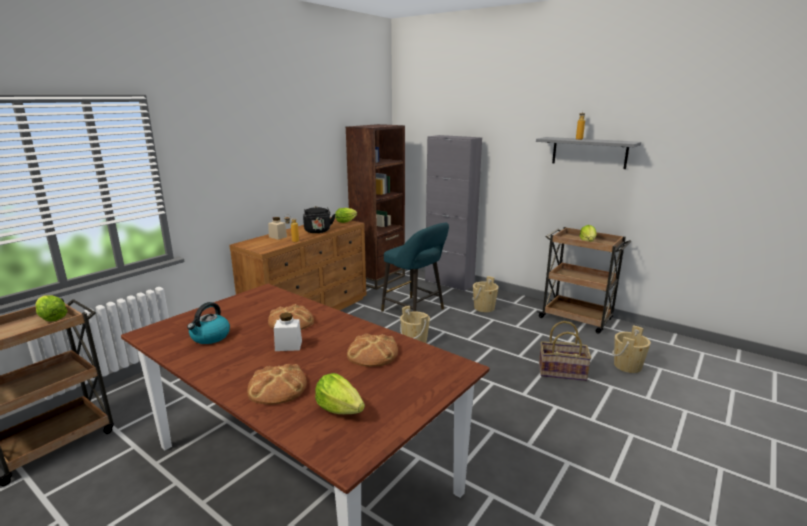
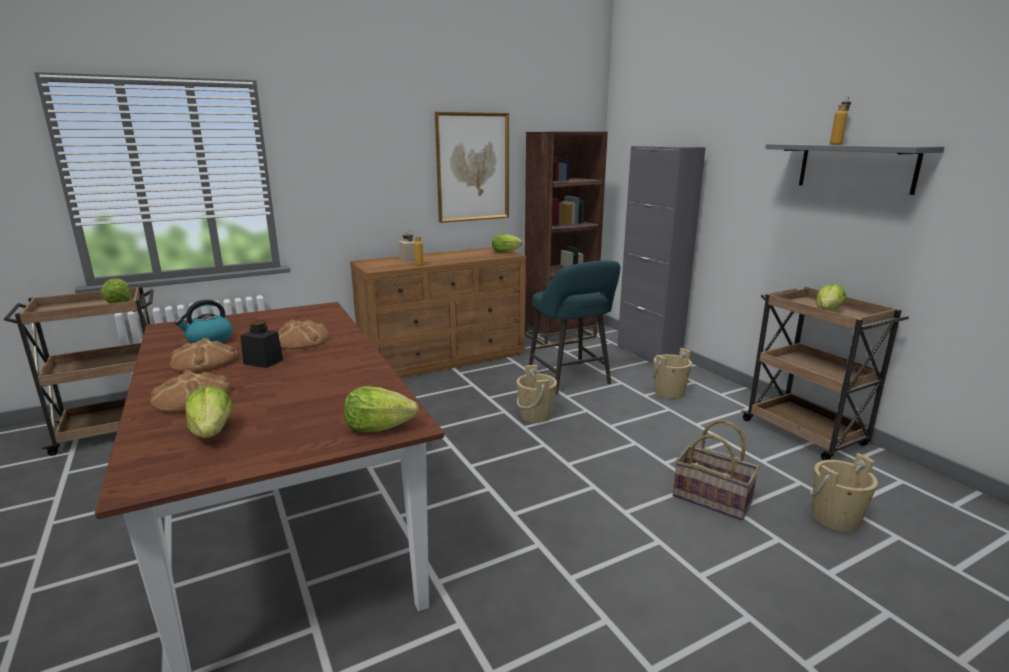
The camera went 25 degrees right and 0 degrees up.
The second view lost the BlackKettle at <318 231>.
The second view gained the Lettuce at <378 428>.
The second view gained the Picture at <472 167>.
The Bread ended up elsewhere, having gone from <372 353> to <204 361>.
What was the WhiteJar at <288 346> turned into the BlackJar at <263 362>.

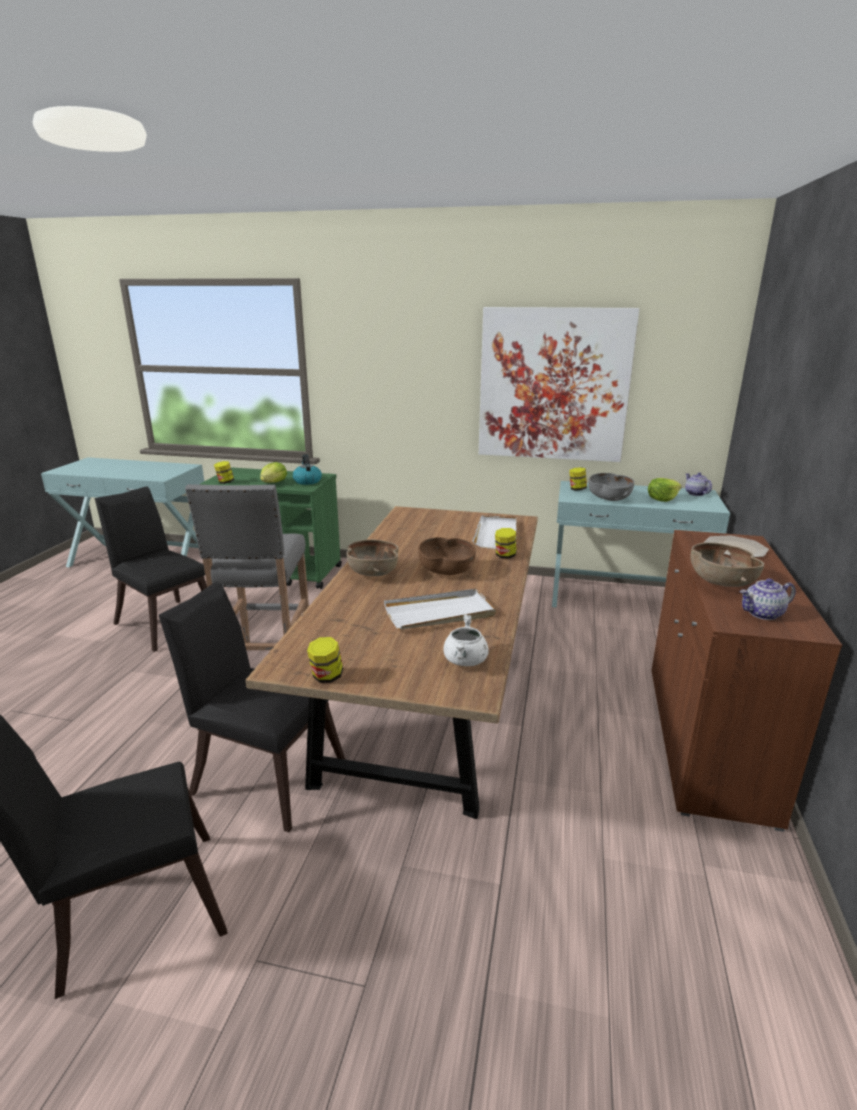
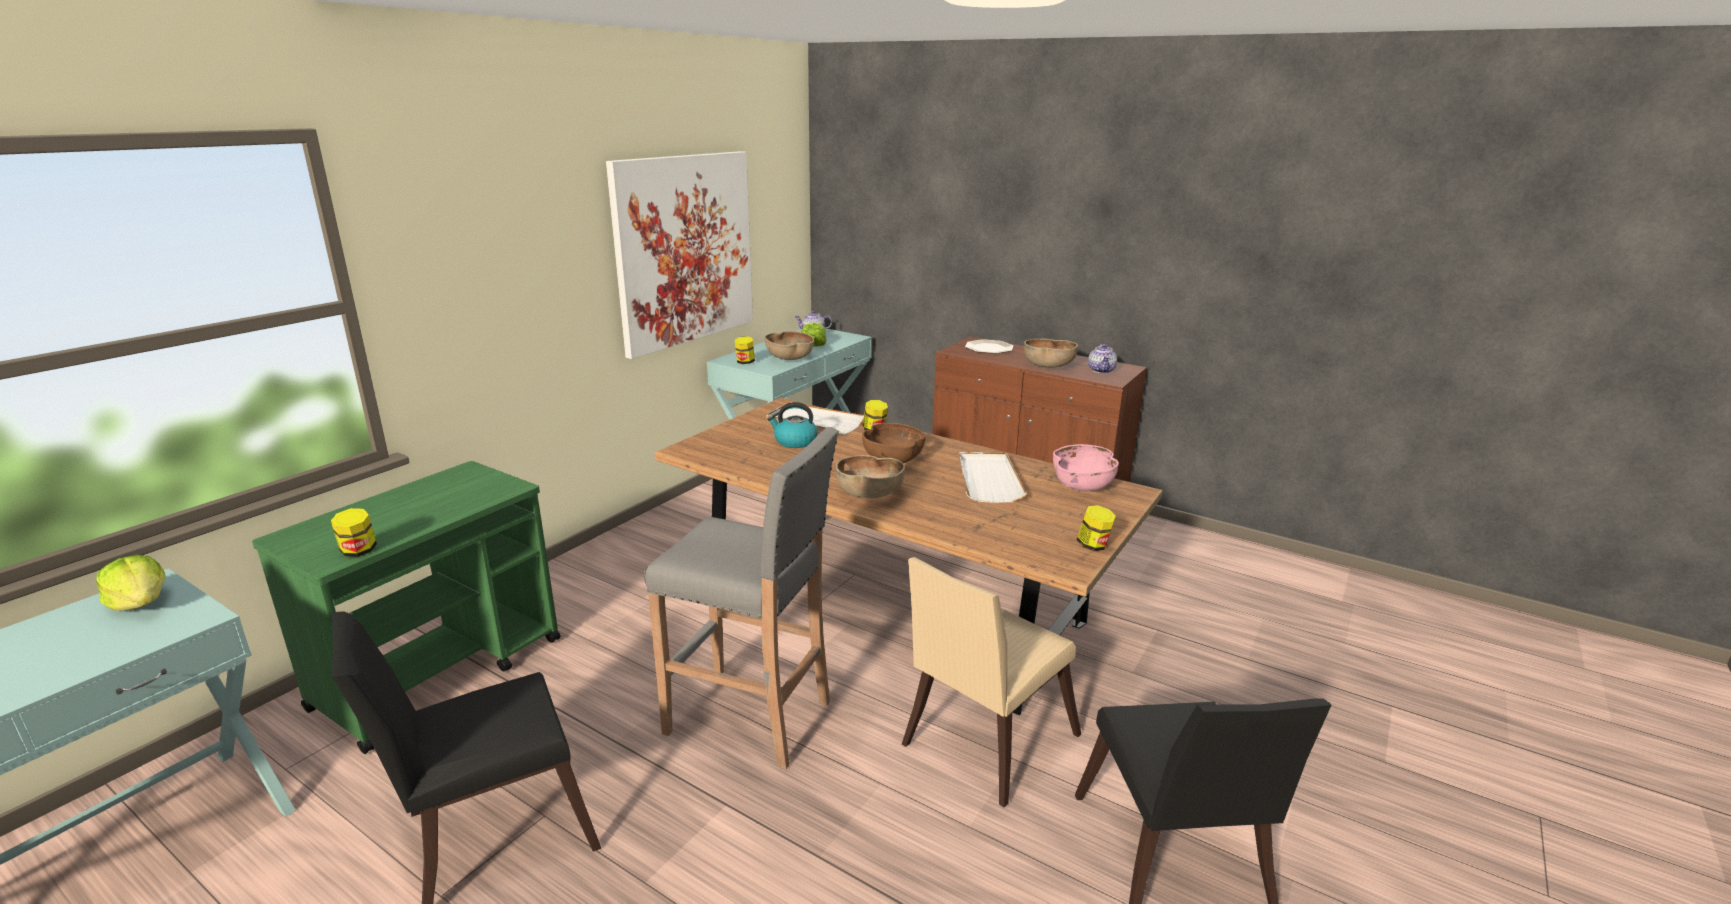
The camera went 70 degrees left and 0 degrees up.
The Lettuce ended up elsewhere, having gone from <274 483> to <141 603>.
The Kettle ended up elsewhere, having gone from <307 481> to <795 441>.
Where the WhiteCookingPot stood at <465 661>, the PinkBowl came to stand at <1082 485>.
What was the BlackChair at <263 773> turned into the BeigeChair at <982 744>.
What was the GreyBowl at <609 498> turned into the BrownBowl at <789 358>.

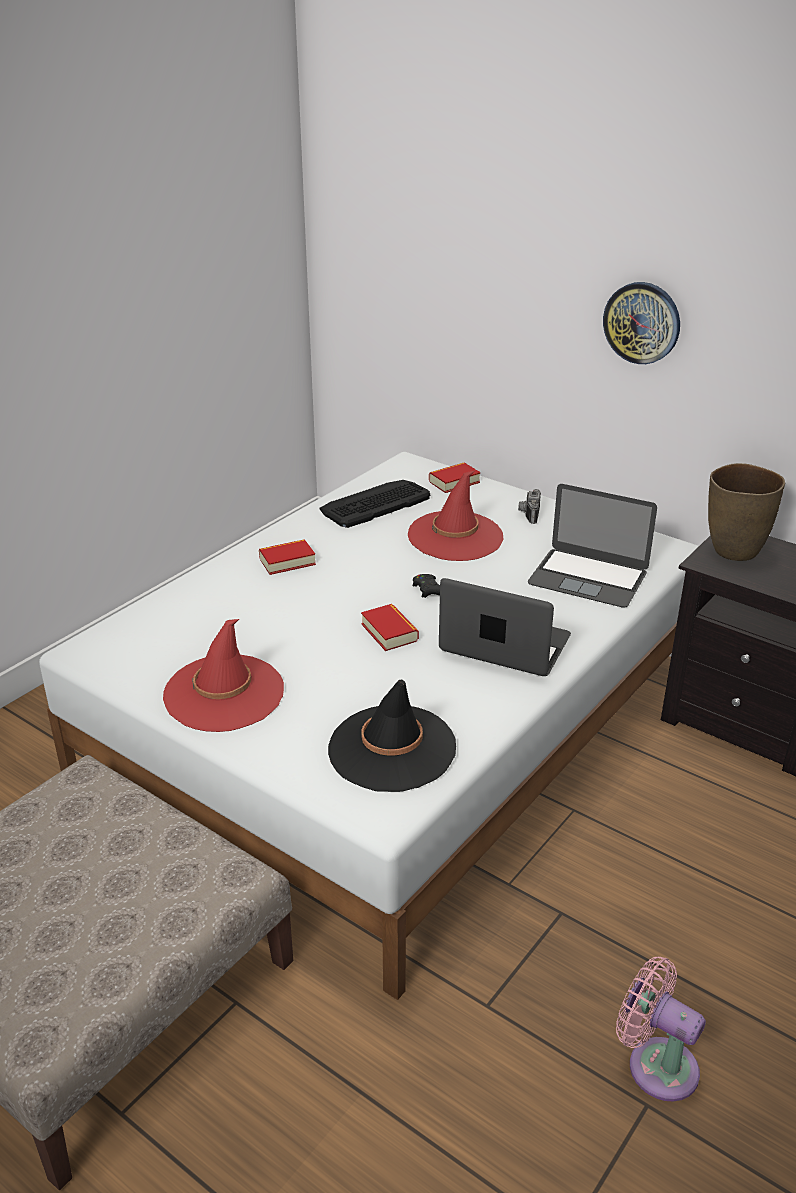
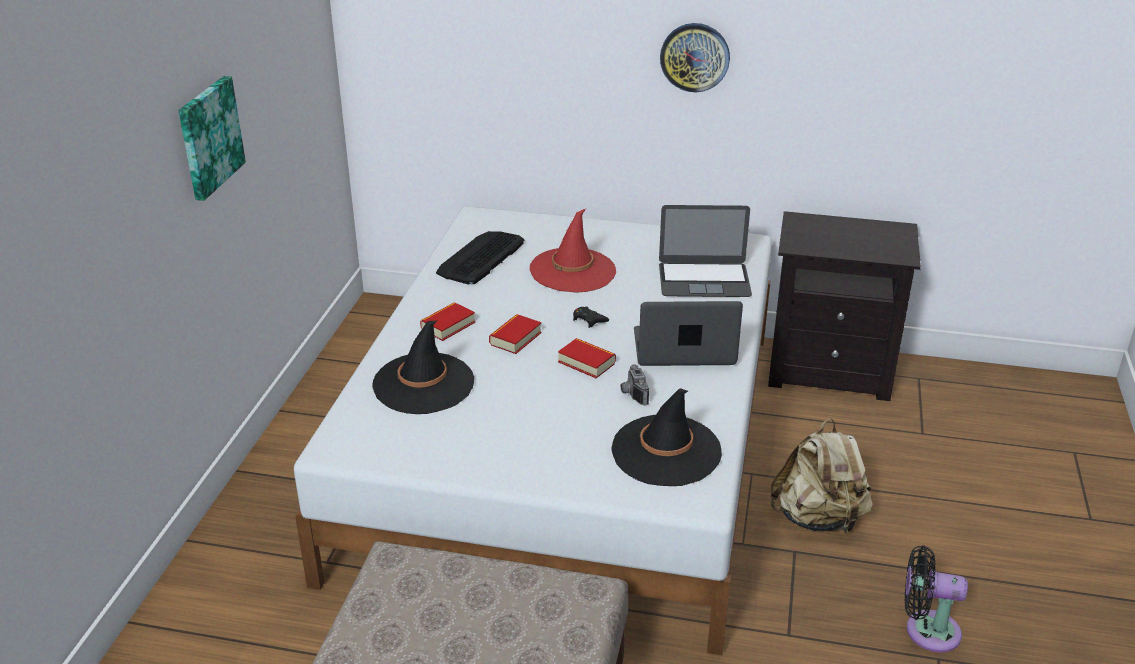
The camera went 25 degrees left and 0 degrees up.
The second view lost the RedHat at <224 693>.
The second view lost the BrownVase at <733 551>.
The second view gained the Picture at <209 137>.
The second view gained the BlackHat at <423 384>.
The second view gained the BeigeBackpack at <818 518>.
The Book ended up elsewhere, having gone from <454 482> to <515 338>.
The PhotoCamera ended up elsewhere, having gone from <528 514> to <632 394>.
What was the PinkFan at <656 1064> turned into the BlackFan at <926 630>.

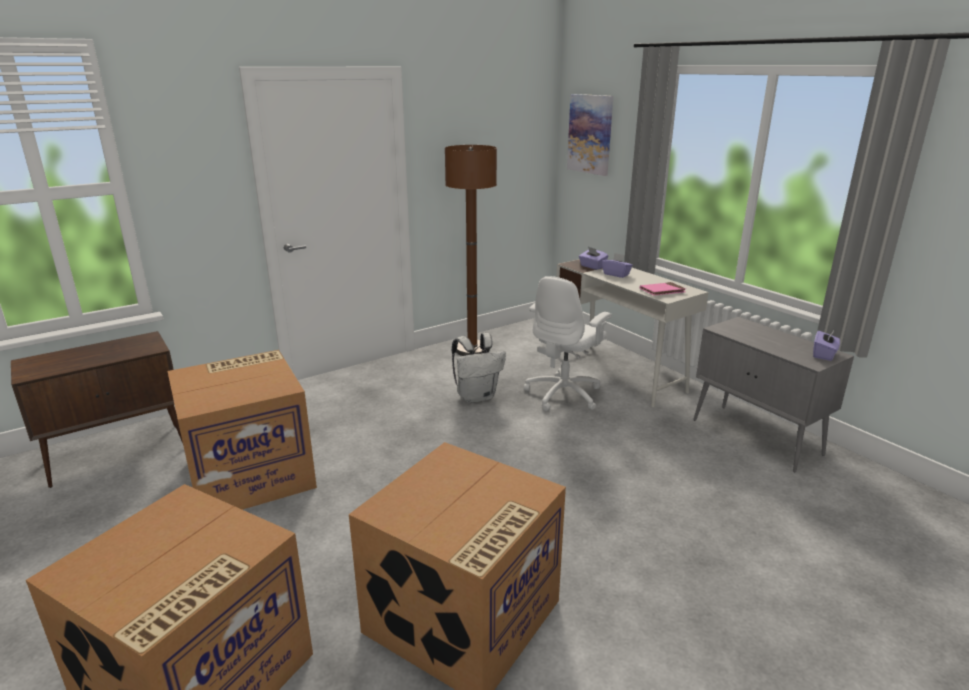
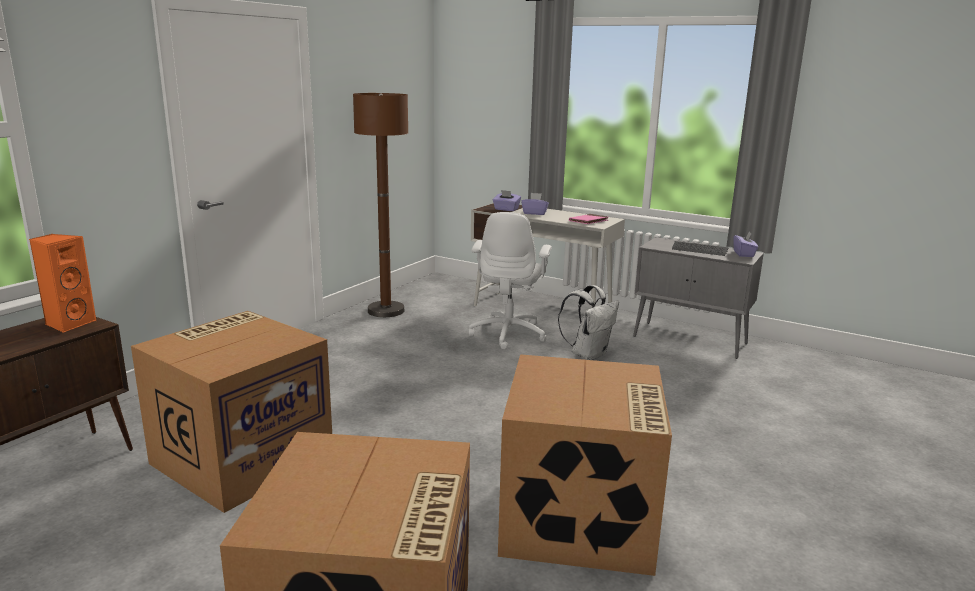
The camera went 25 degrees left and 5 degrees down.
The second view lost the Picture at <590 134>.
The second view gained the OrangeSpeaker at <69 324>.
The second view gained the Keyboard at <699 250>.
The WhiteBackpack ended up elsewhere, having gone from <477 396> to <588 354>.

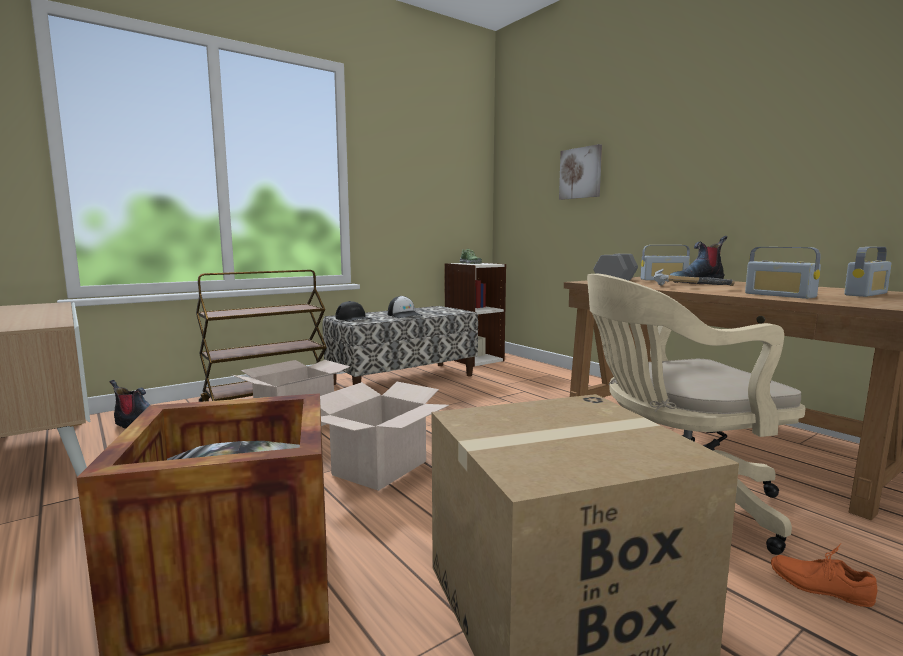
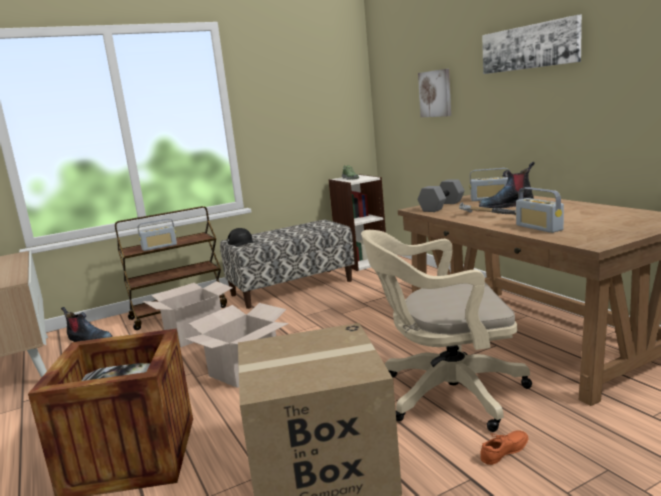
The camera went 10 degrees right and 5 degrees up.
The second view lost the Cap at <405 315>.
The second view gained the Picture at <529 47>.
The Radio ended up elsewhere, having gone from <866 294> to <159 247>.
The OrangeShoe at <819 586> ended up facing another way, 105 degrees clockwise from before.

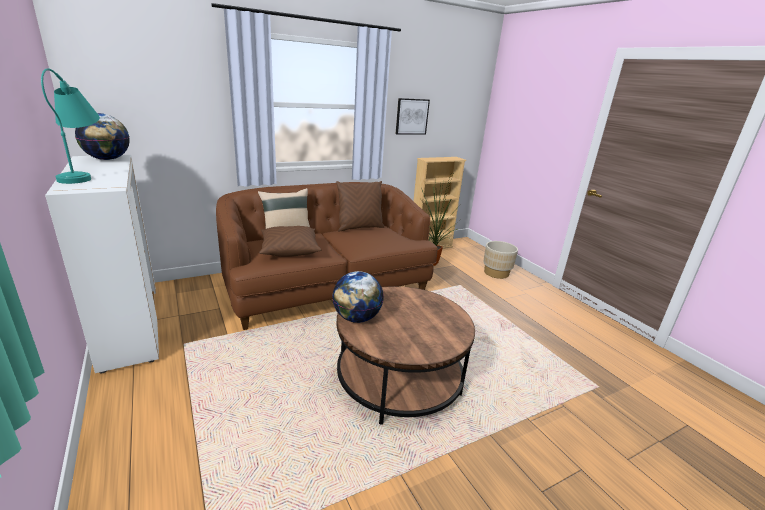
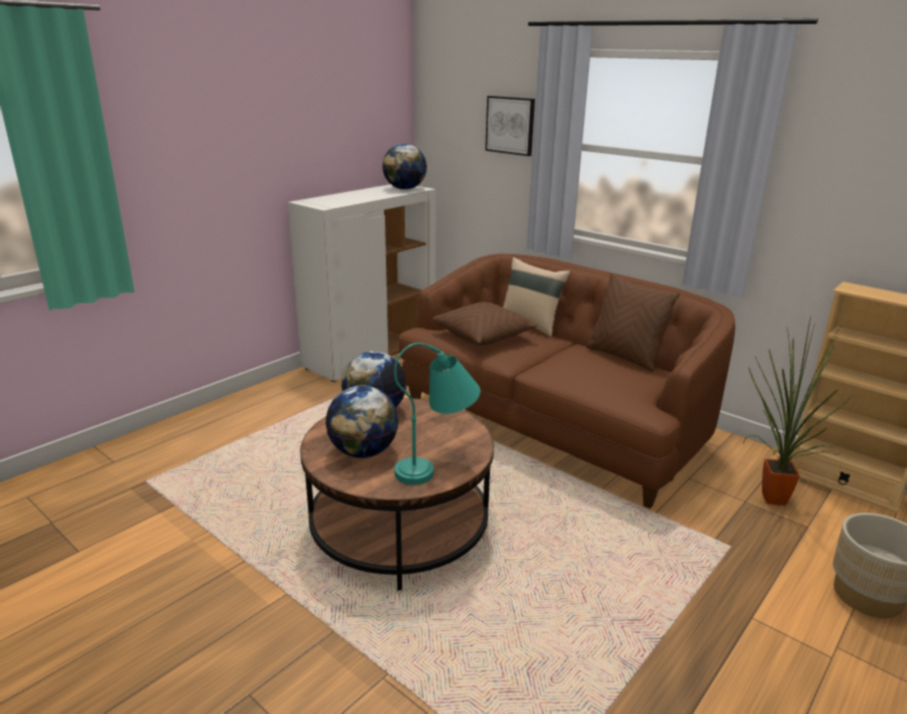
The camera went 70 degrees right and 0 degrees up.
The second view gained the Globe at <363 452>.
The TurquoiseTableLamp ended up elsewhere, having gone from <84 175> to <438 466>.
The Picture ended up elsewhere, having gone from <411 116> to <510 125>.

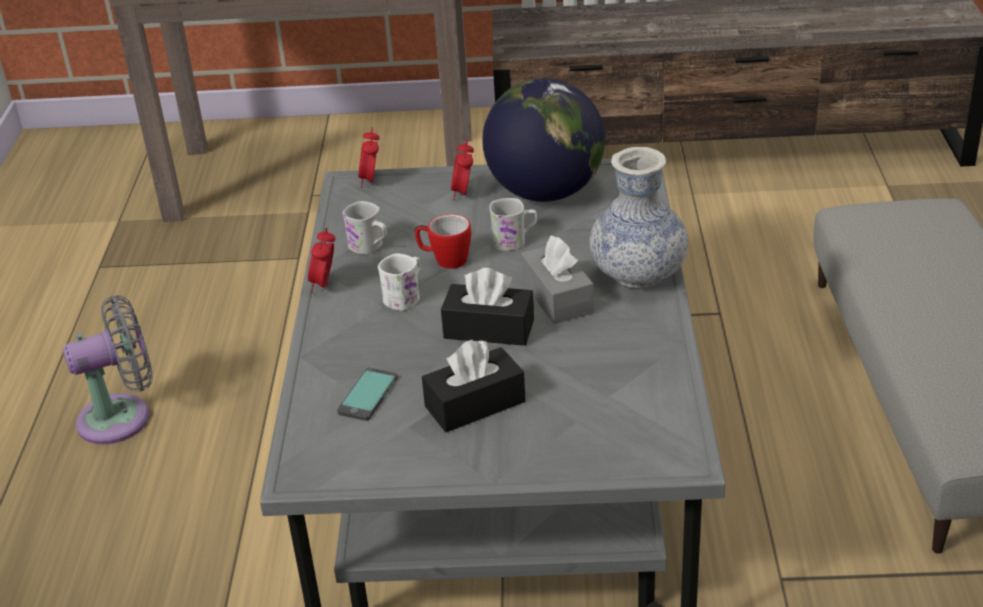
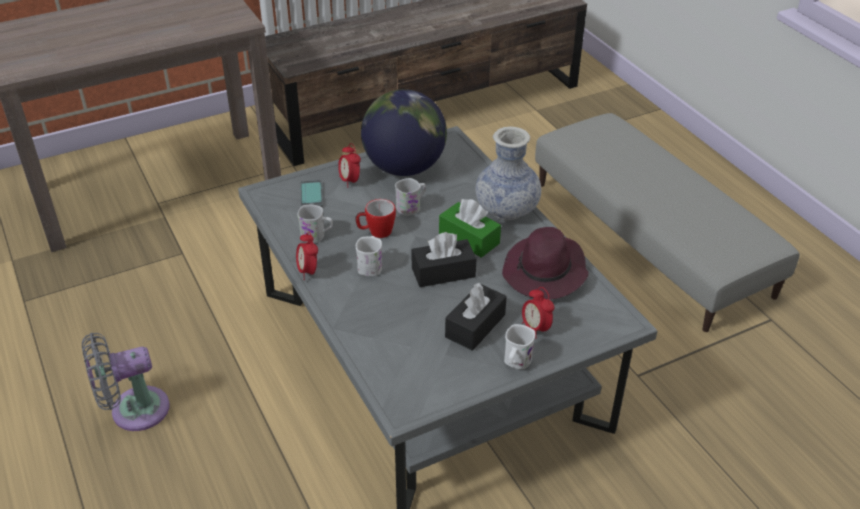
The camera went 30 degrees left and 5 degrees up.
The second view gained the PurpleHat at <545 272>.
The second view gained the WhiteMug at <516 362>.
The Phone ended up elsewhere, having gone from <368 395> to <311 195>.
The AlarmClock ended up elsewhere, having gone from <371 180> to <535 328>.
What was the GreyTissueBox at <557 297> turned into the GreenTissueBox at <469 238>.
The GreyFan at <122 417> ended up facing another way, 150 degrees counterclockwise from before.

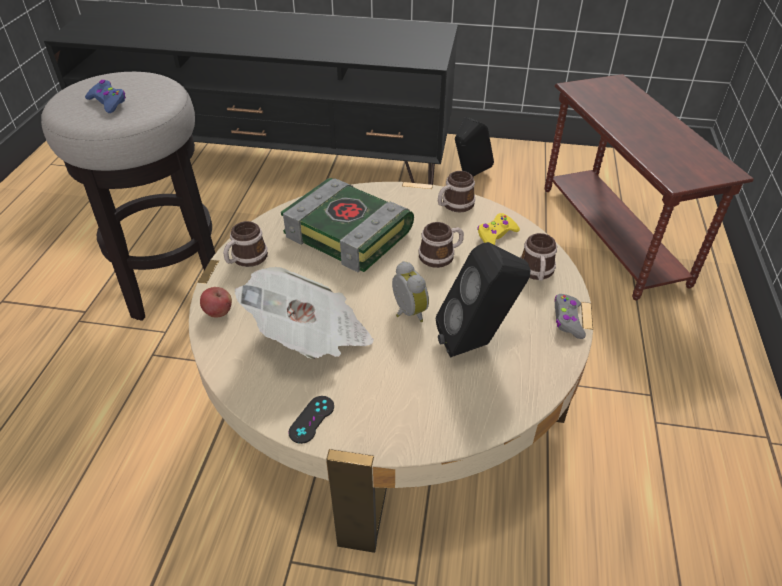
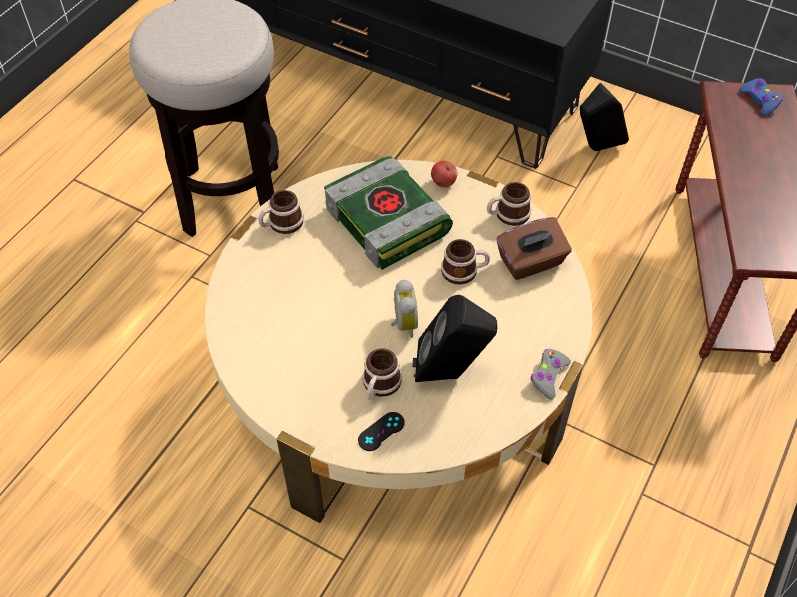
The camera went 20 degrees right and 10 degrees up.
The second view lost the Newspaper at <311 336>.
The BlueGameController ended up elsewhere, having gone from <108 102> to <759 100>.
The Apple ended up elsewhere, having gone from <218 312> to <443 182>.
The BlackGameController ended up elsewhere, having gone from <311 419> to <381 431>.
The Mug ended up elsewhere, having gone from <536 273> to <379 386>.
Where the YellowGameController stood at <496 235>, the BrownTissueBox came to stand at <531 262>.

